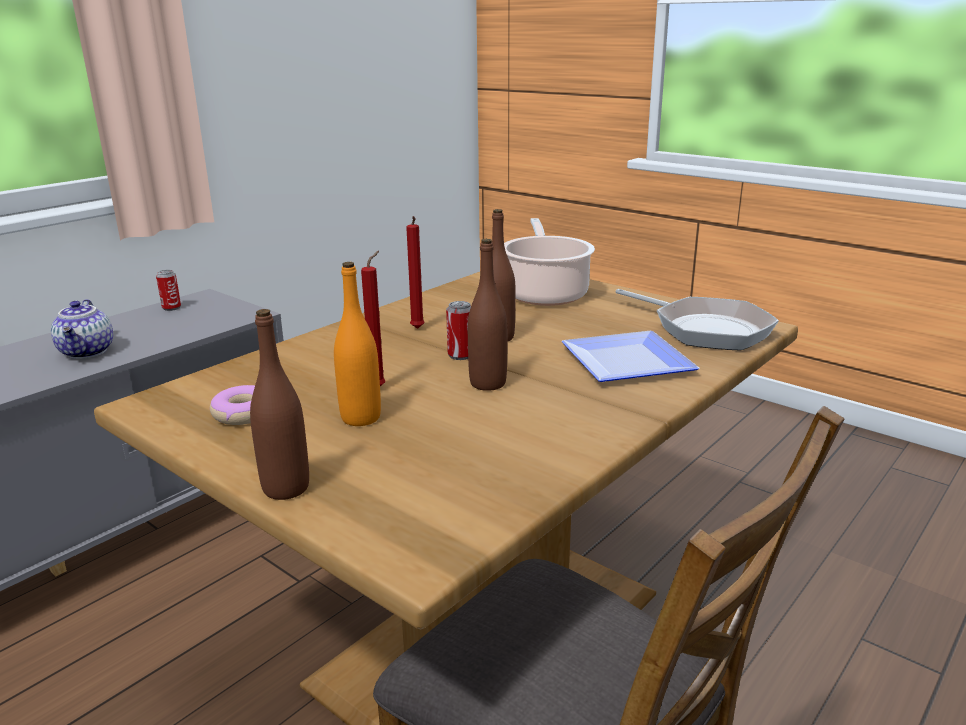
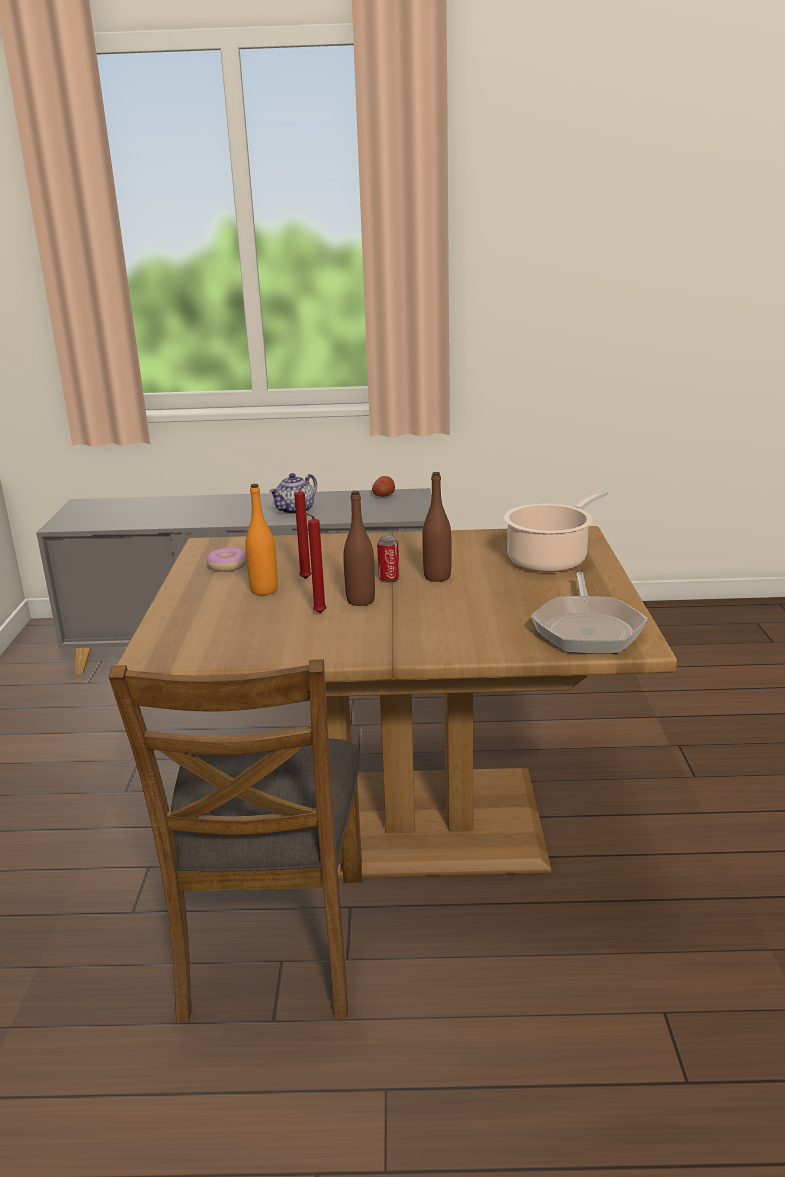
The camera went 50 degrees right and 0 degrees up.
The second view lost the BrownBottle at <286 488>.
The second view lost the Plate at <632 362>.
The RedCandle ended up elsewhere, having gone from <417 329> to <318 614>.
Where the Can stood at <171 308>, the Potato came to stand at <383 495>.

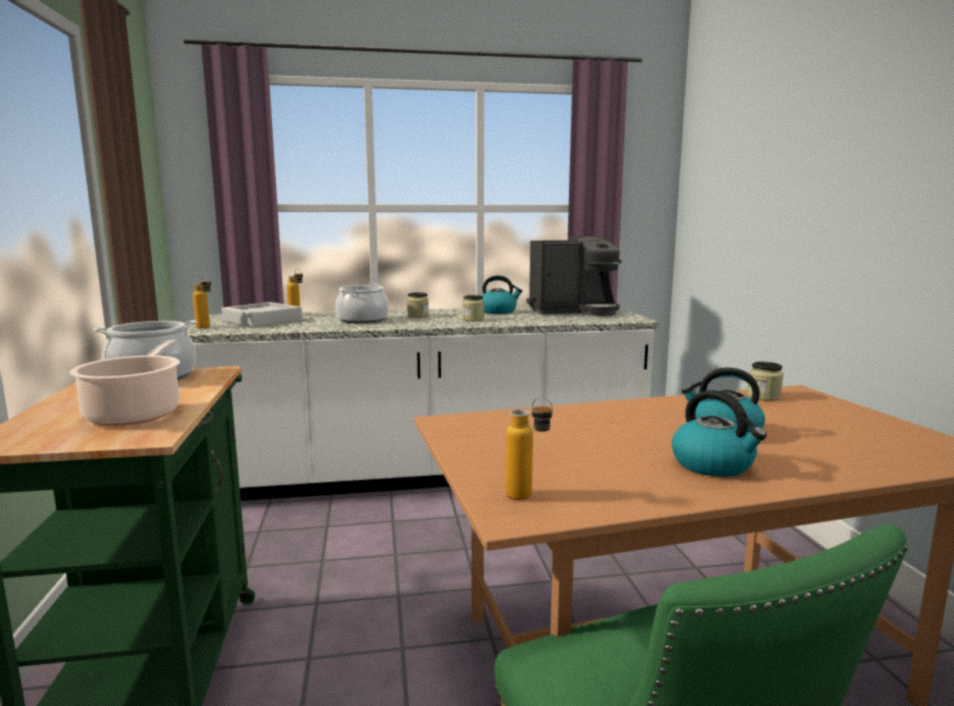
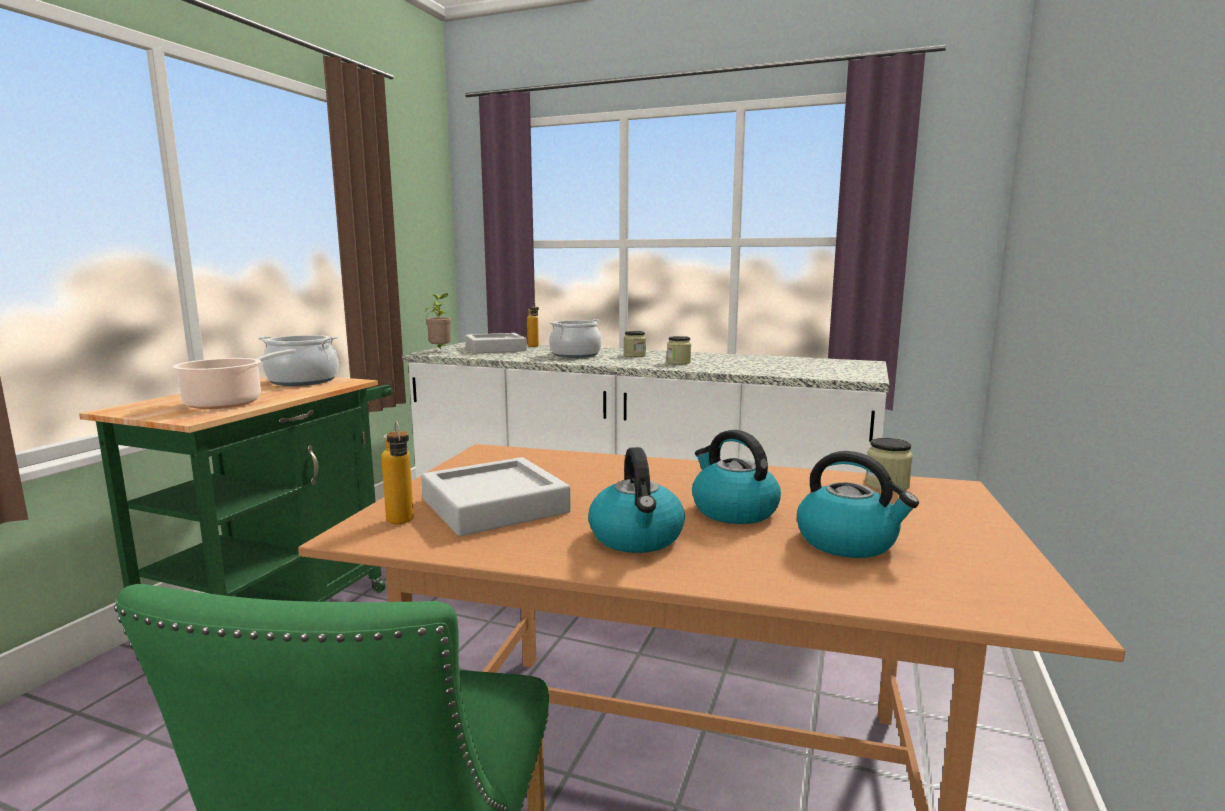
The camera went 30 degrees right and 0 degrees up.
The second view lost the CoffeeMachine at <574 311>.
The second view gained the GreyTray at <494 506>.
The Kettle ended up elsewhere, having gone from <498 311> to <848 542>.
Where the Bottle stood at <206 328>, the PottedPlant came to stand at <440 351>.

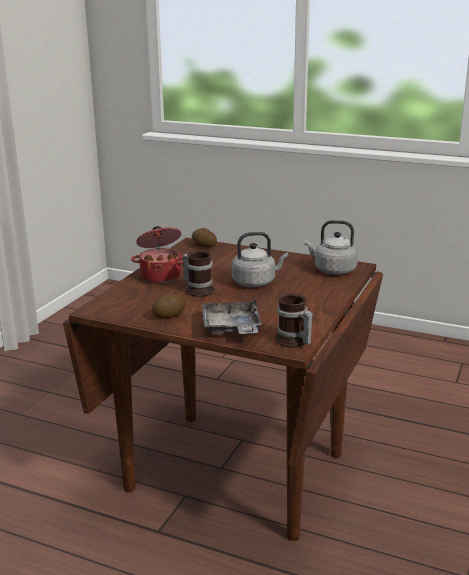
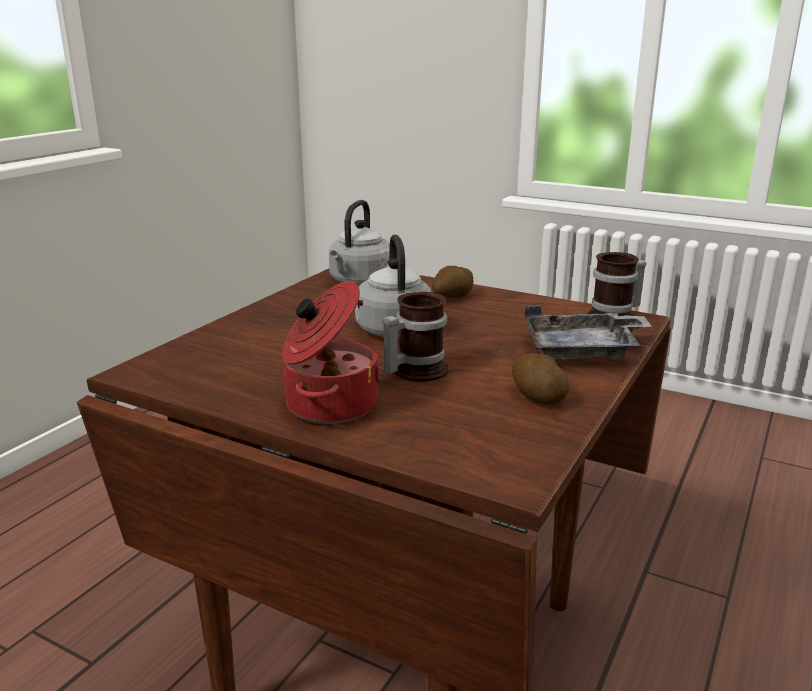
The camera went 85 degrees left and 0 degrees up.
The Potato ended up elsewhere, having gone from <203 246> to <452 297>.

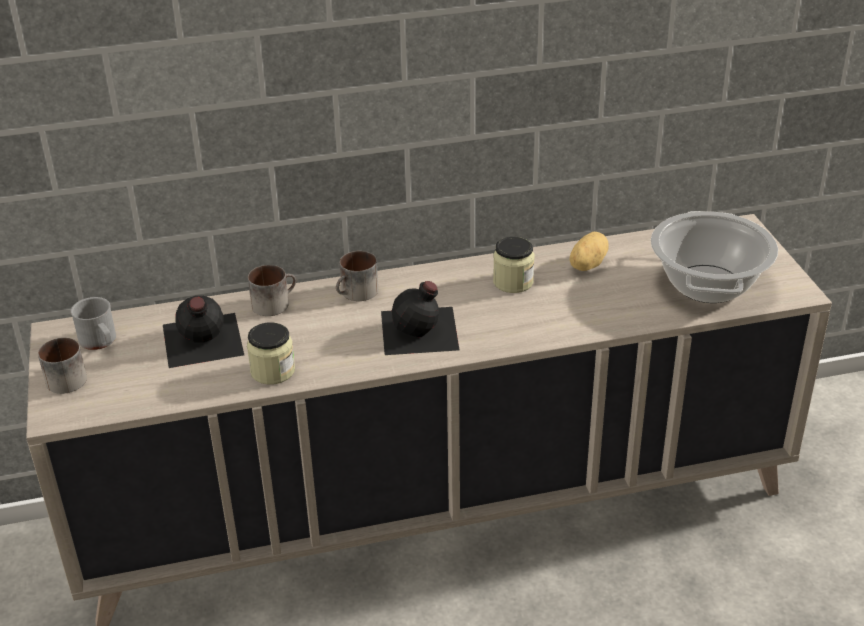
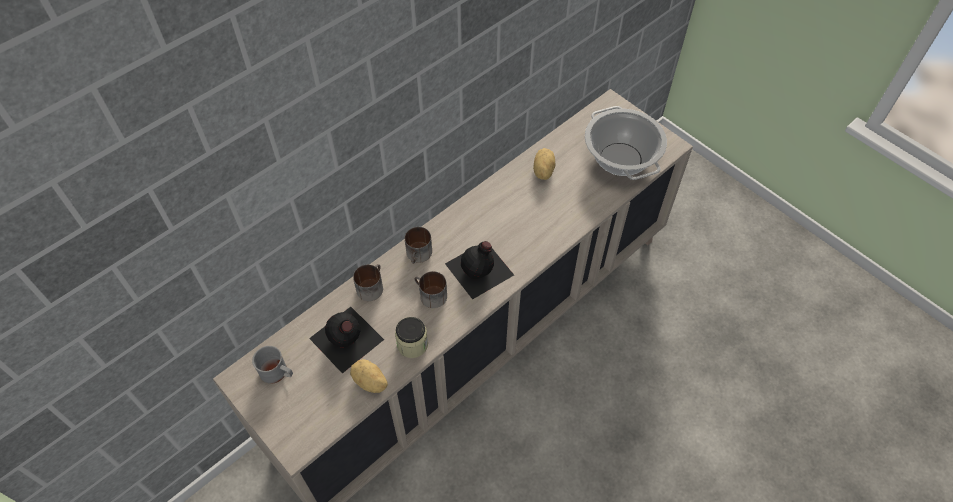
The camera went 30 degrees left and 20 degrees up.
The second view lost the Jar at <513 282>.
The second view gained the Potato at <370 382>.
The Mug ended up elsewhere, having gone from <63 378> to <429 295>.

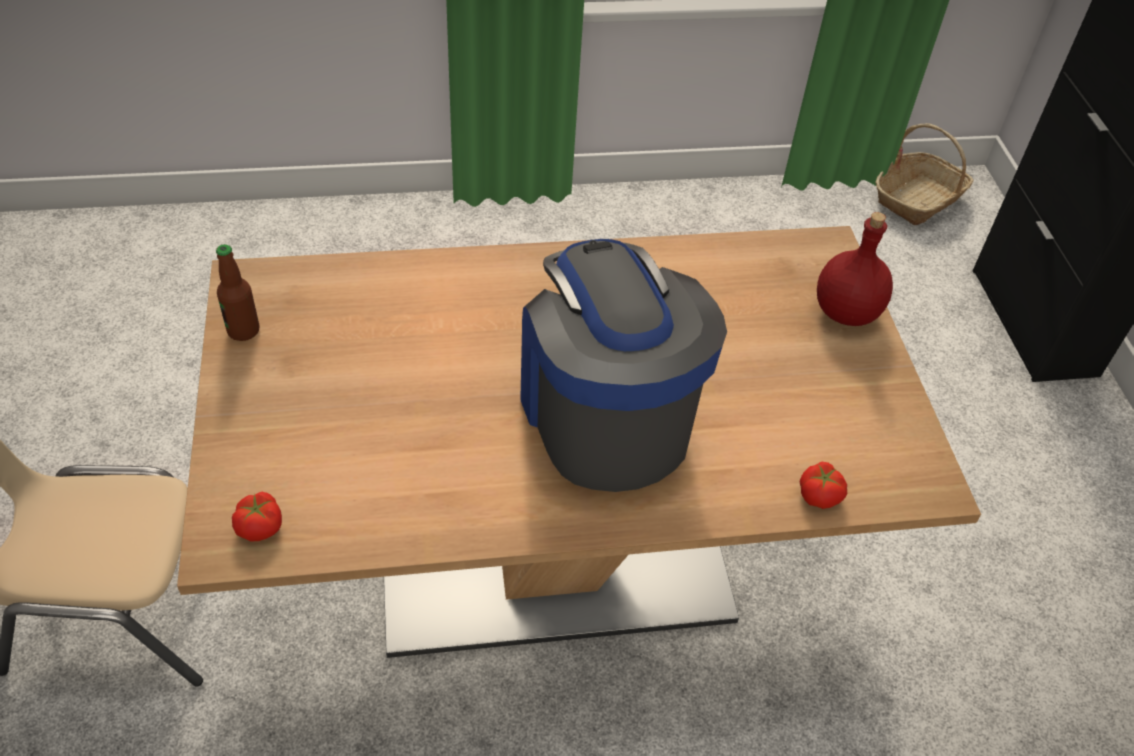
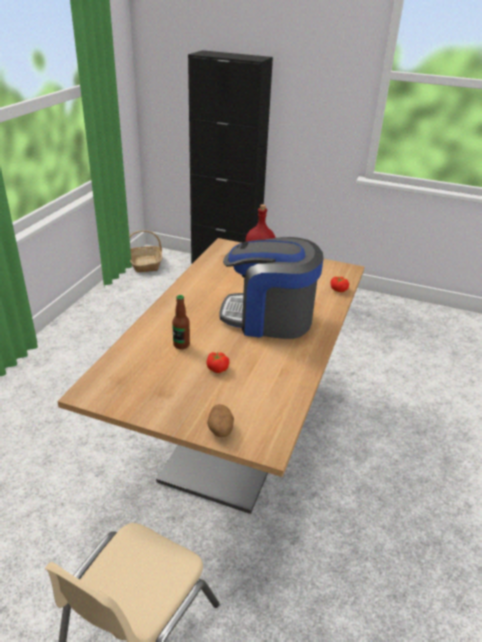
The camera went 60 degrees left and 15 degrees down.
The second view gained the Potato at <220 430>.
The Bottle ended up elsewhere, having gone from <243 331> to <181 345>.
The Tomato ended up elsewhere, having gone from <261 526> to <217 368>.

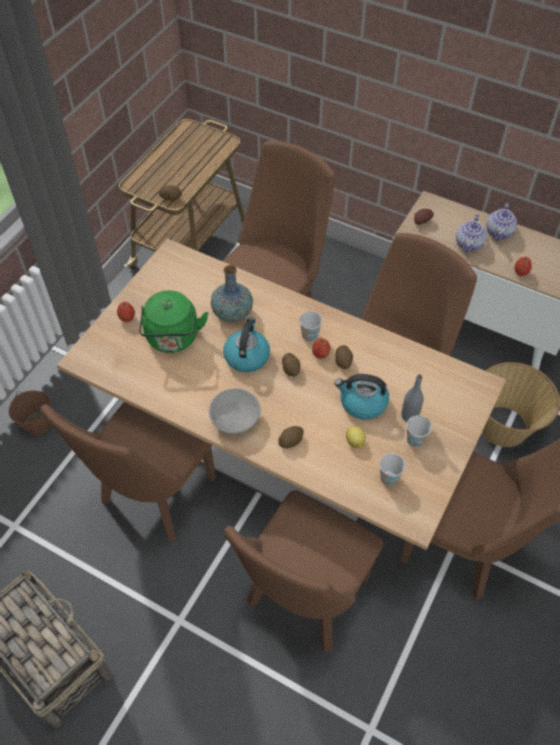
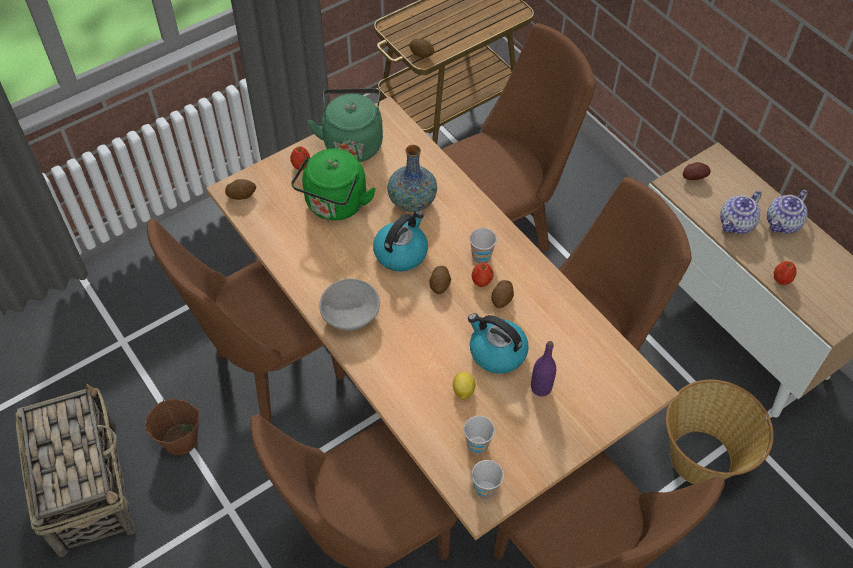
The camera went 25 degrees right and 0 degrees up.
The second view gained the GreenKettle at <352 142>.
The BrownBucket ended up elsewhere, having gone from <38 423> to <181 440>.
The Potato ended up elsewhere, having gone from <291 441> to <241 195>.
The Cup ended up elsewhere, having gone from <415 440> to <485 489>.
What was the GreyBottle at <409 416> turned into the PurpleBottle at <541 388>.

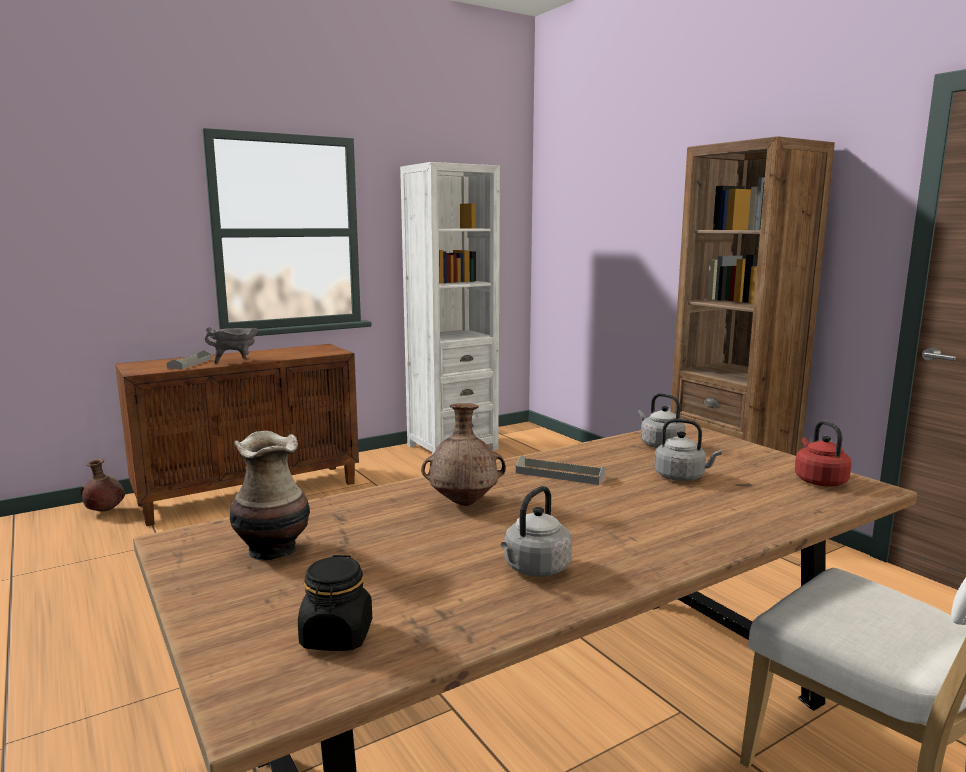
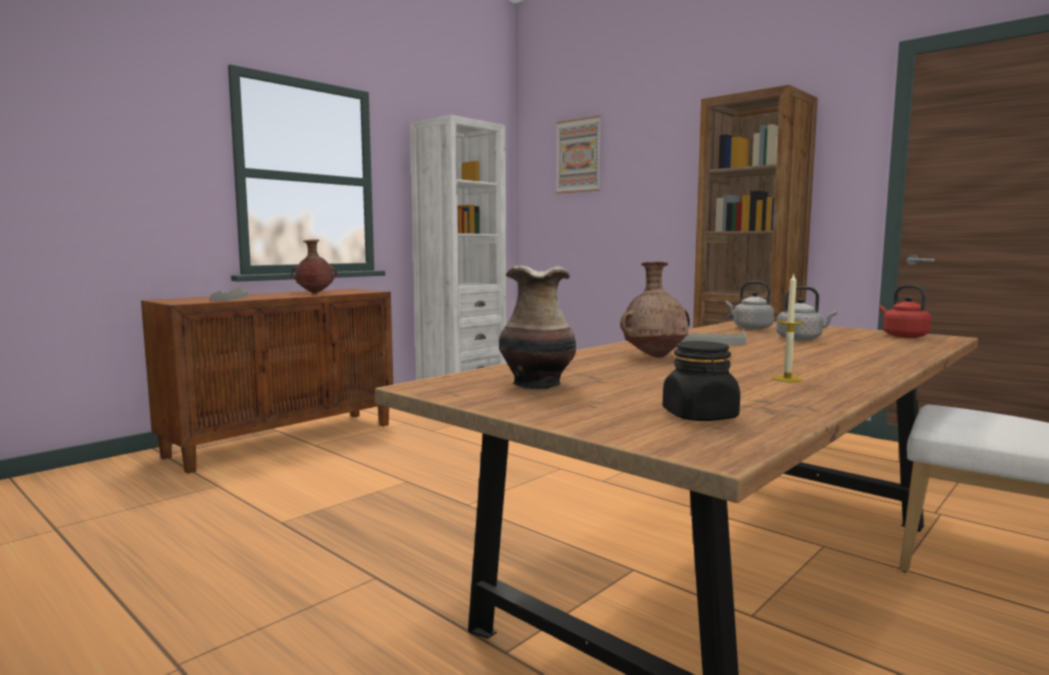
The camera went 15 degrees left and 5 degrees down.
The second view lost the GreyCookingPot at <236 361>.
The second view gained the Picture at <579 156>.
The BrownVase ended up elsewhere, having gone from <104 511> to <314 293>.
Where the GreyKettle stood at <534 569>, the Candle came to stand at <787 379>.

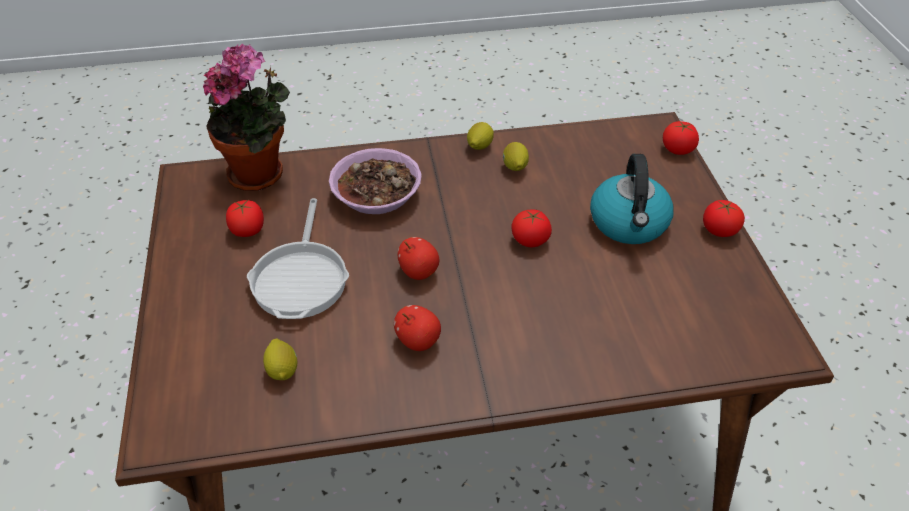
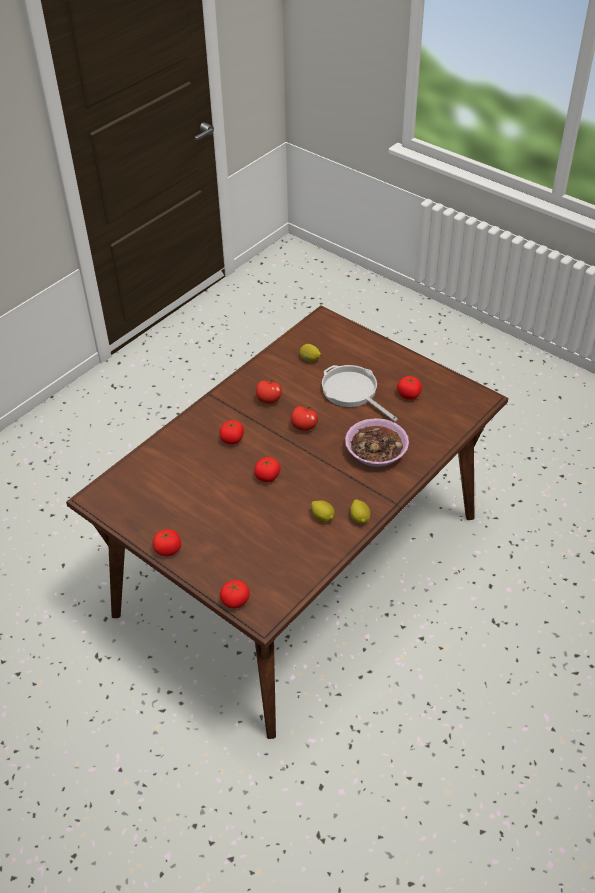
The camera went 140 degrees right and 0 degrees up.
The second view lost the PottedPlant at <261 173>.
The second view lost the Kettle at <629 223>.
The second view gained the Tomato at <232 439>.

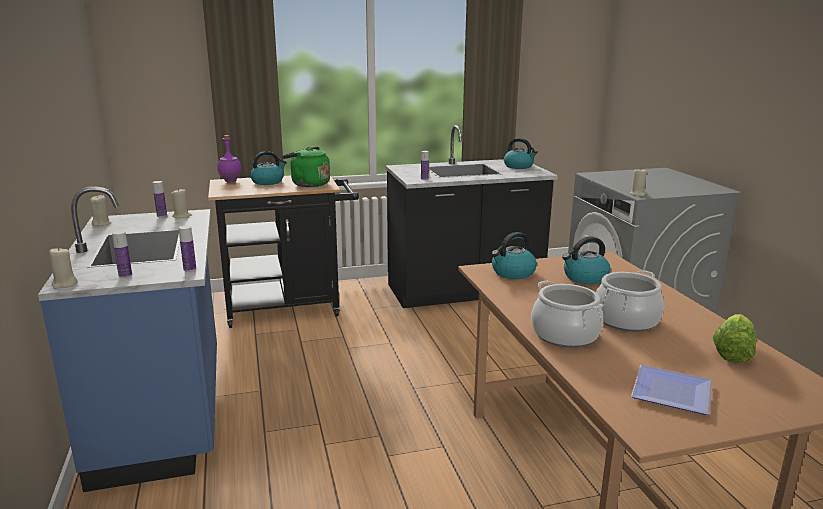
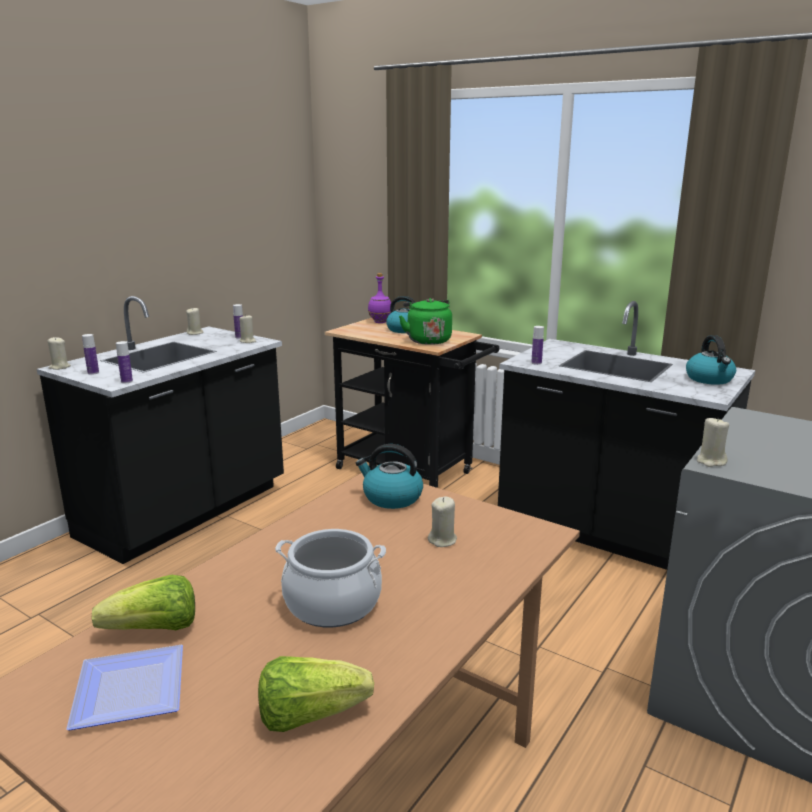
The camera went 50 degrees right and 0 degrees up.
The second view lost the CookingPot at <565 335>.
The second view gained the Lettuce at <154 630>.
Where the Kettle stood at <585 278>, the BeigeCandle came to stand at <442 540>.
What was the BlueCounter at <165 414> turned into the BlackCounter at <186 513>.

